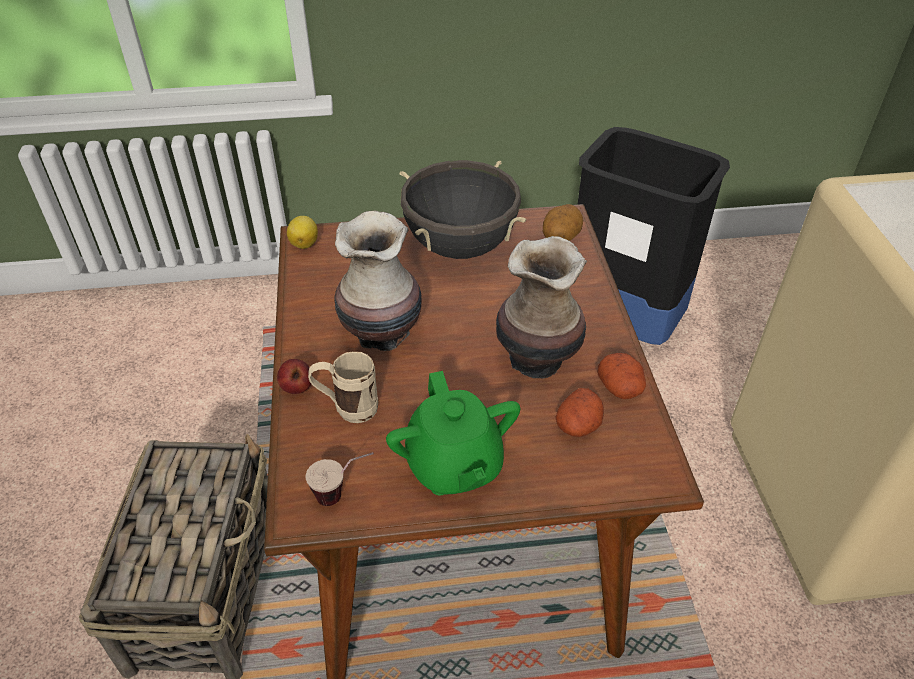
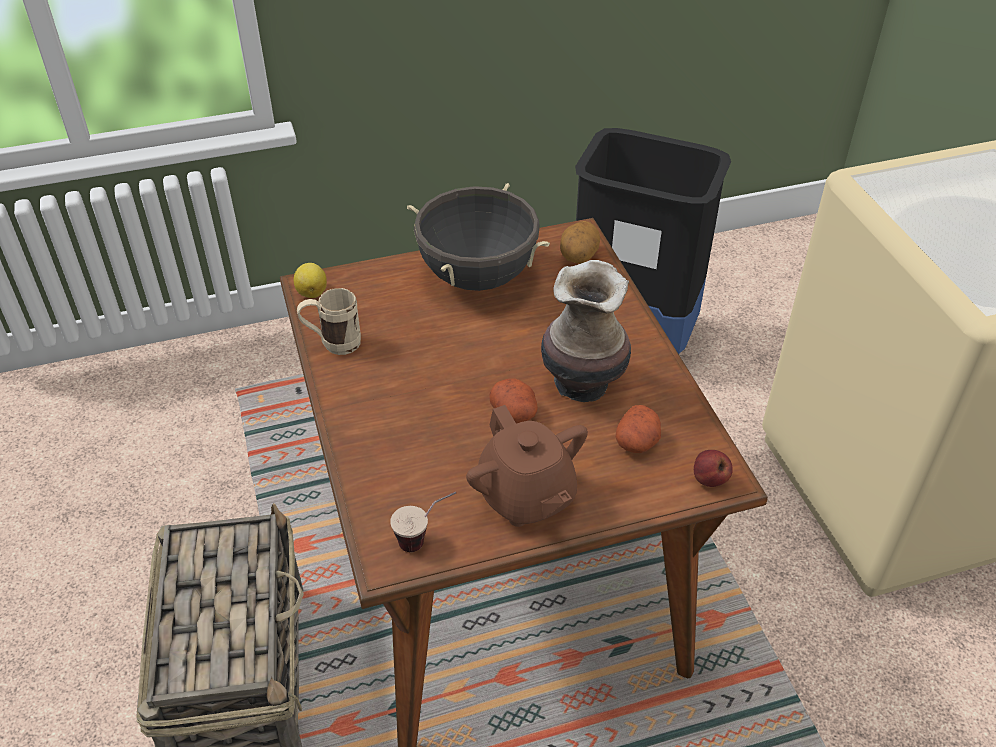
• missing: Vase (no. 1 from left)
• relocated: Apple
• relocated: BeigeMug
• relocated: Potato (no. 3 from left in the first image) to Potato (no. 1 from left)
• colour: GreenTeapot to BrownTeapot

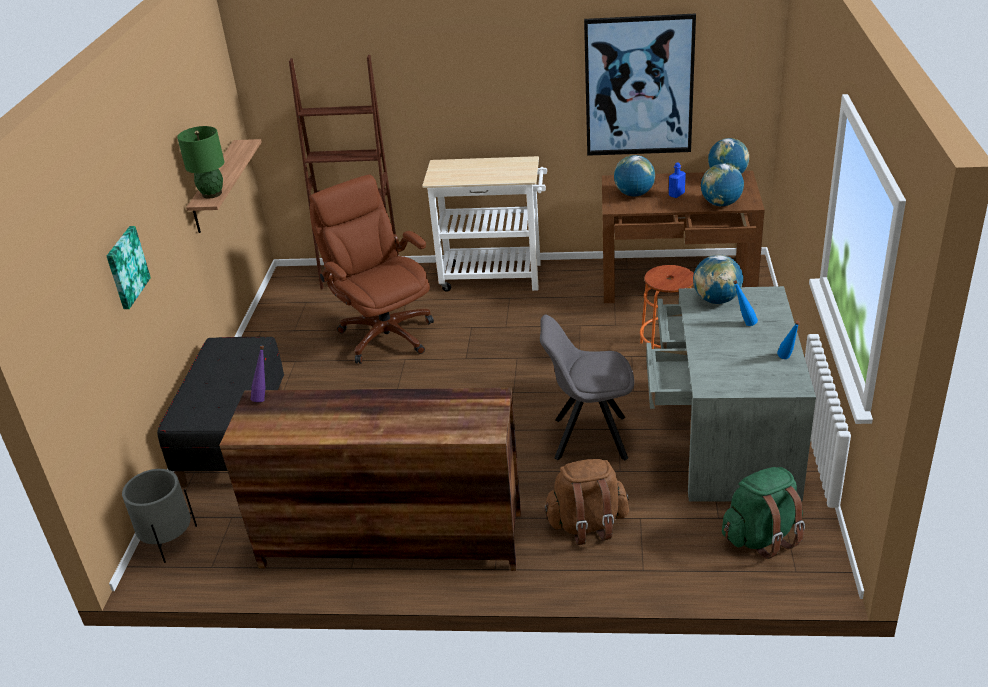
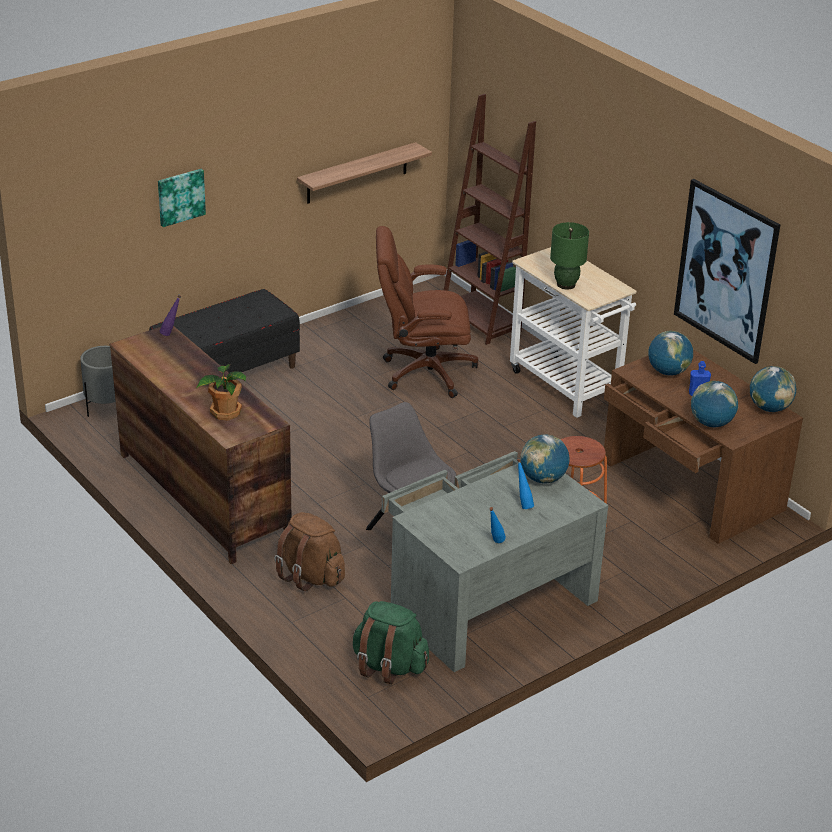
• appeared: PottedPlant
• relocated: GreenTableLamp
• spun: BrownOfficeChair 105 degrees counterclockwise

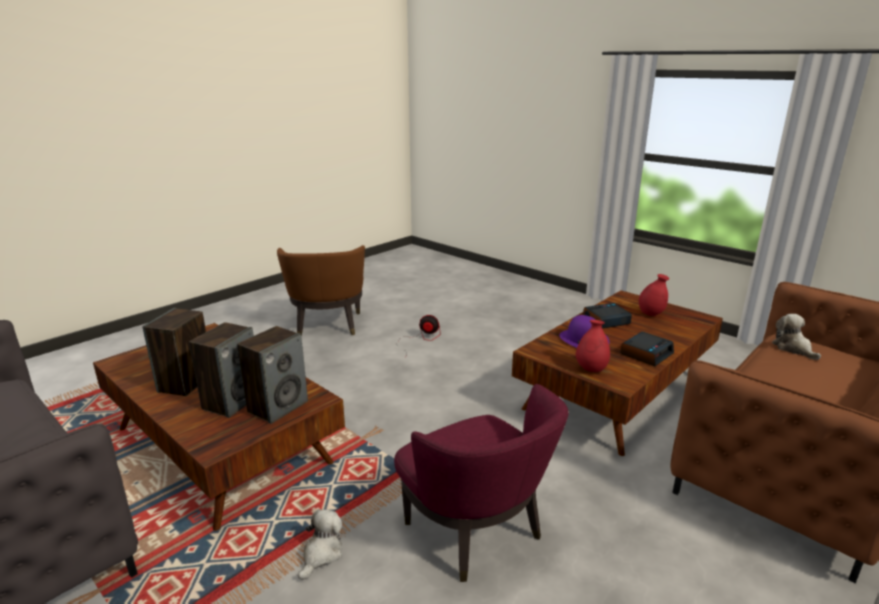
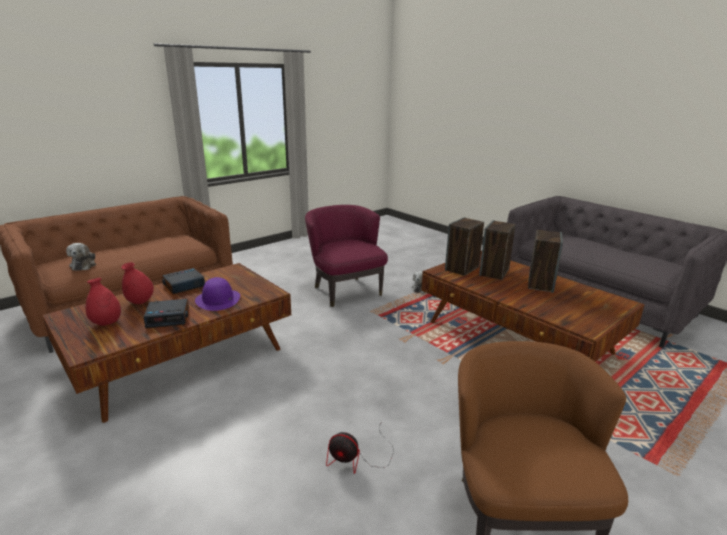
• relocated: RedVase (no. 1 from left in the first image) to RedVase (no. 2 from left)

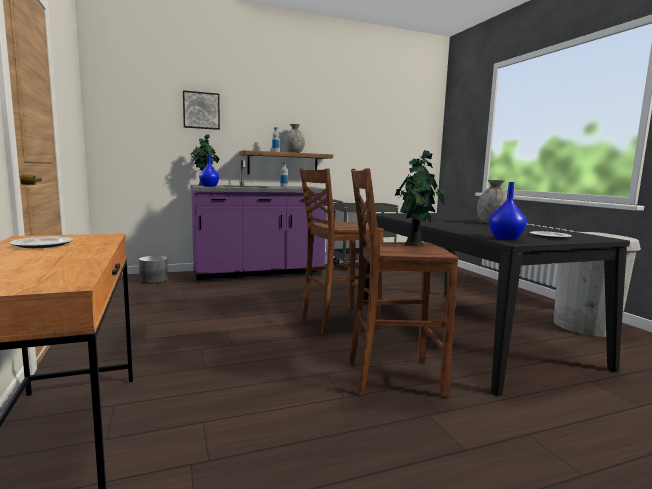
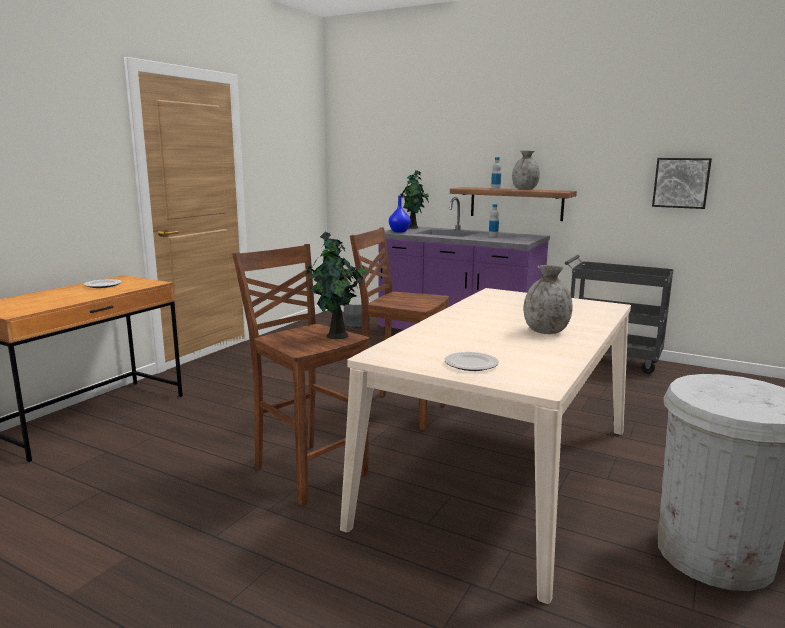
• missing: BlueVase (no. 2 from left)
• relocated: Picture
• colour: BlackDiningTable to BeigeDiningTable

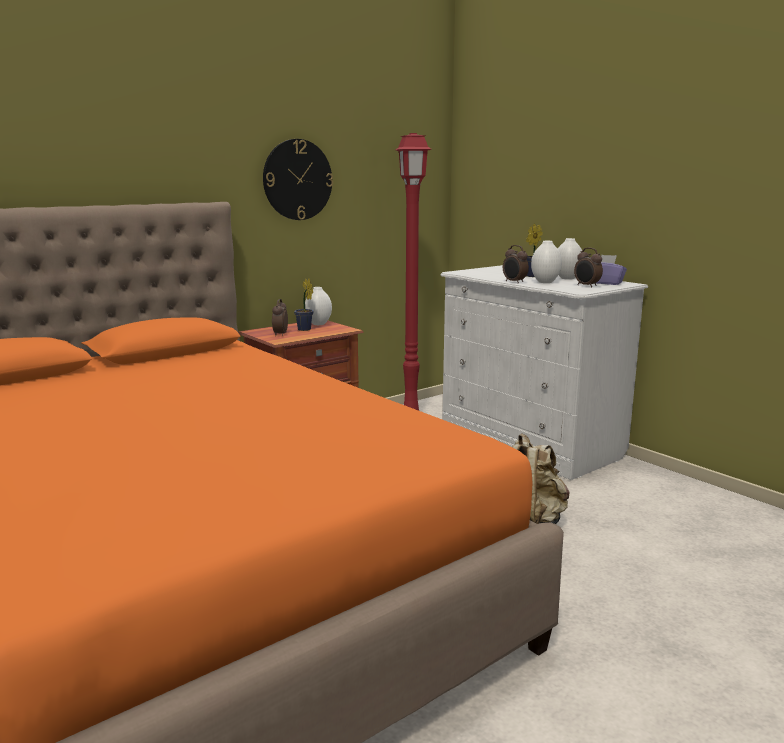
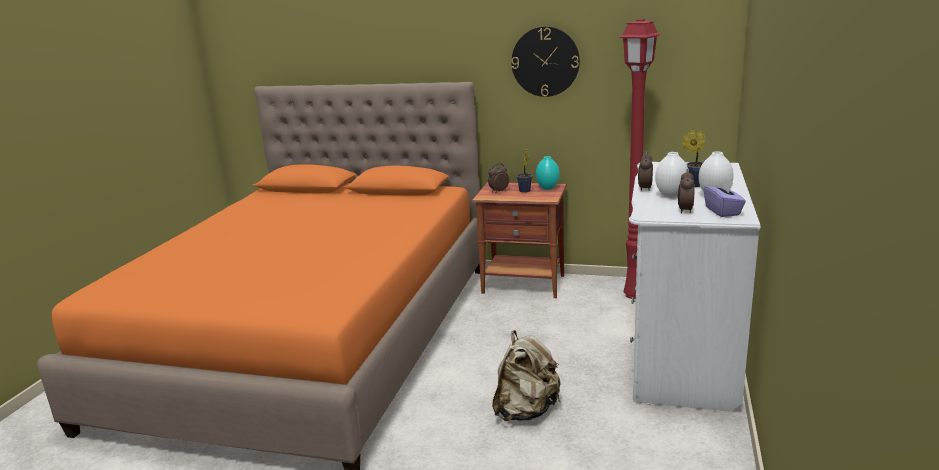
• colour: WhiteVase (no. 1 from left) to TurquoiseVase

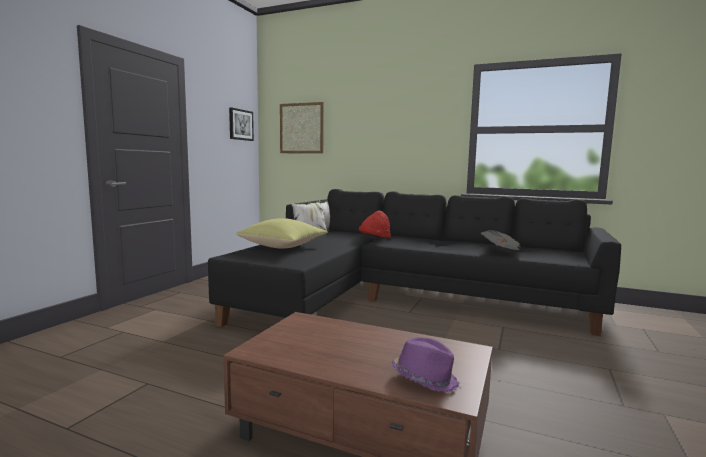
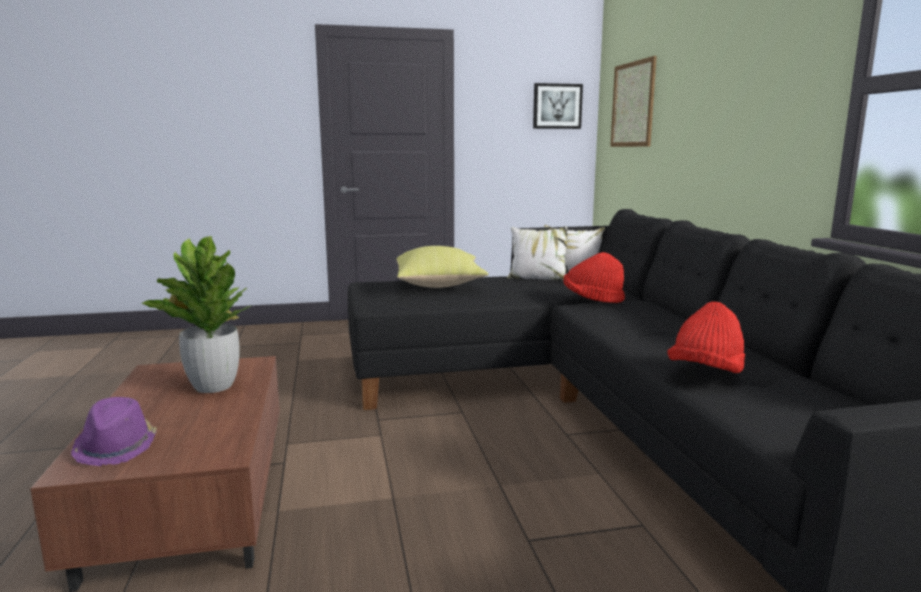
• appeared: PottedPlant
• exchanged: Newspaper to RedHat (no. 2 from left)

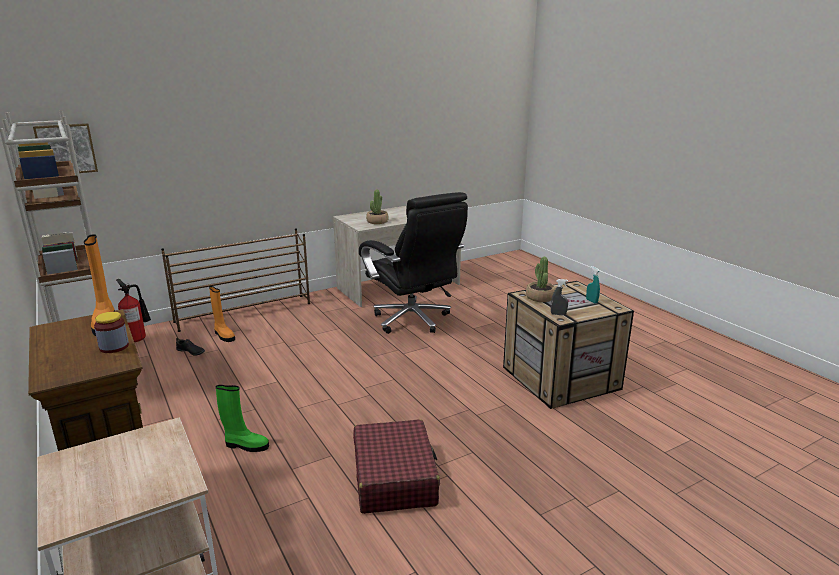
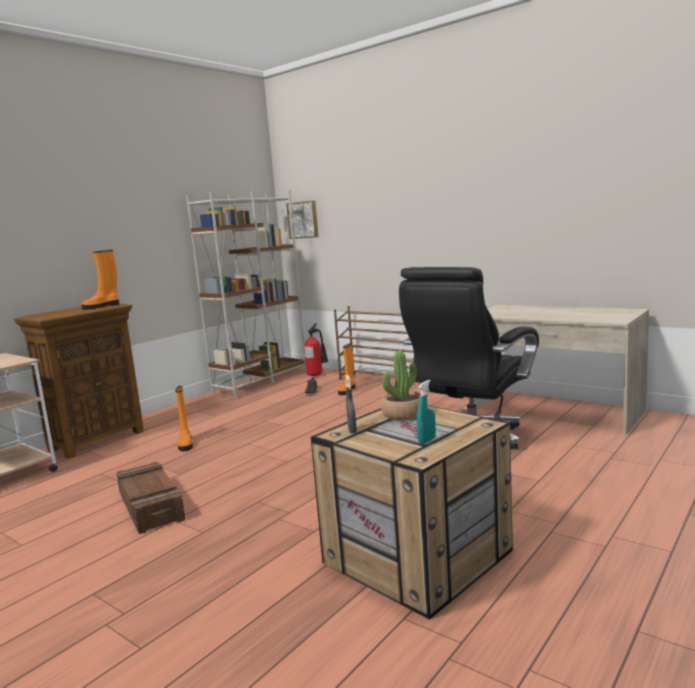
• missing: Jar
• missing: PottedPlant (no. 1 from left)
• exchanged: RedSuitcase to Crate (no. 1 from left)
• colour: GreenBoot to OrangeBoot (no. 2 from left)

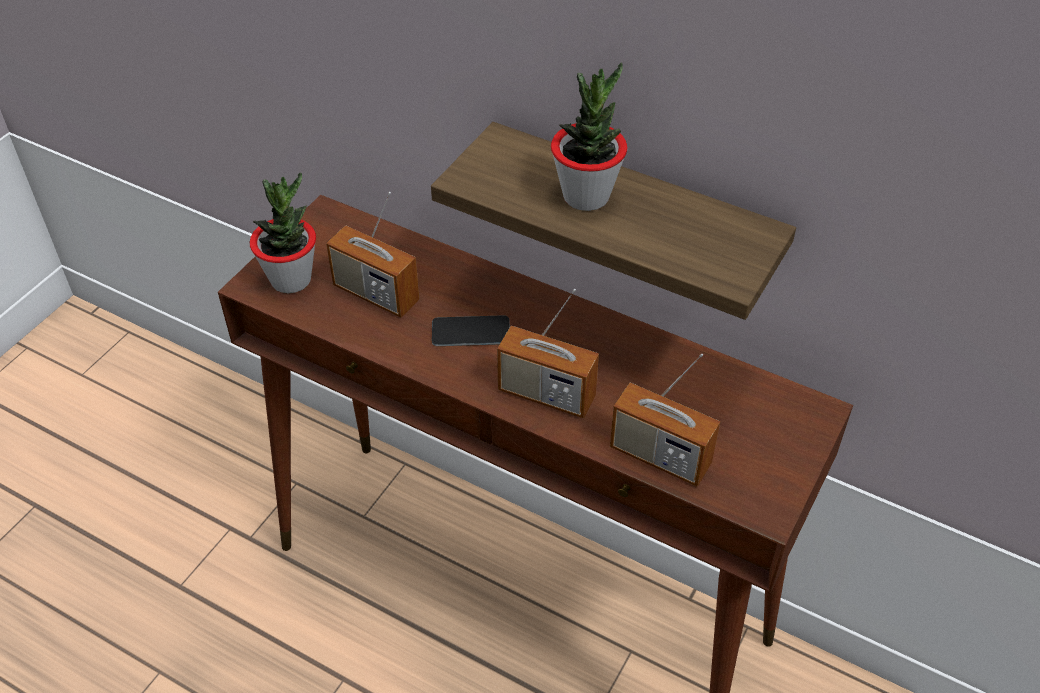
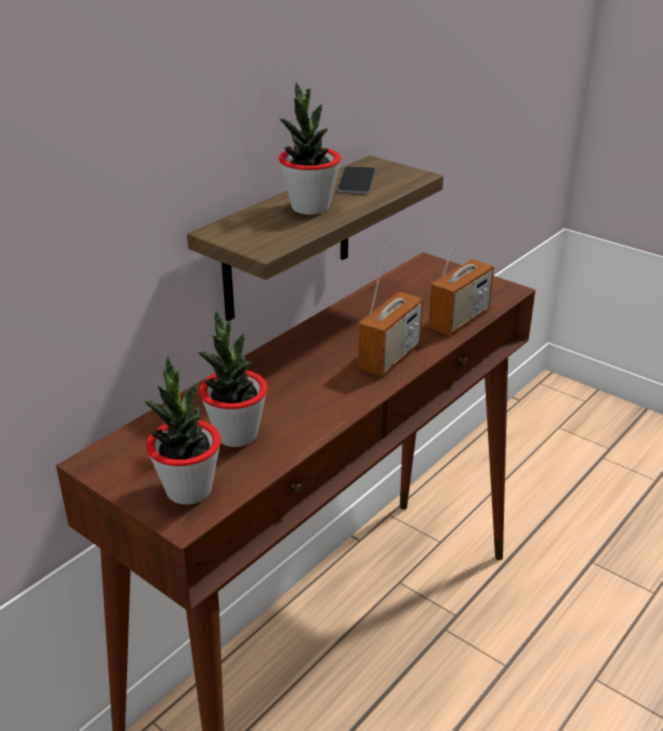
• relocated: Phone
• exchanged: Radio (no. 1 from left) to PottedPlant (no. 2 from left)

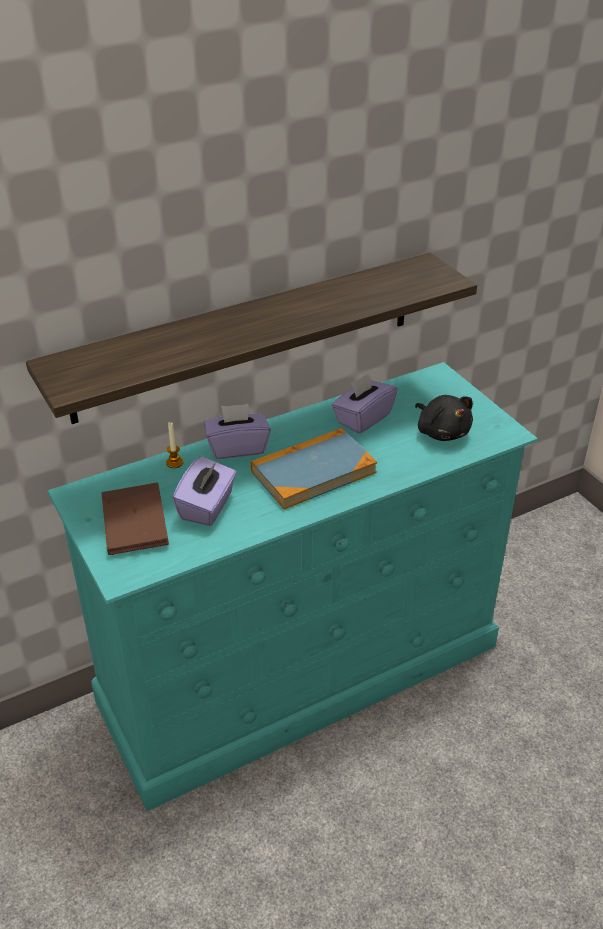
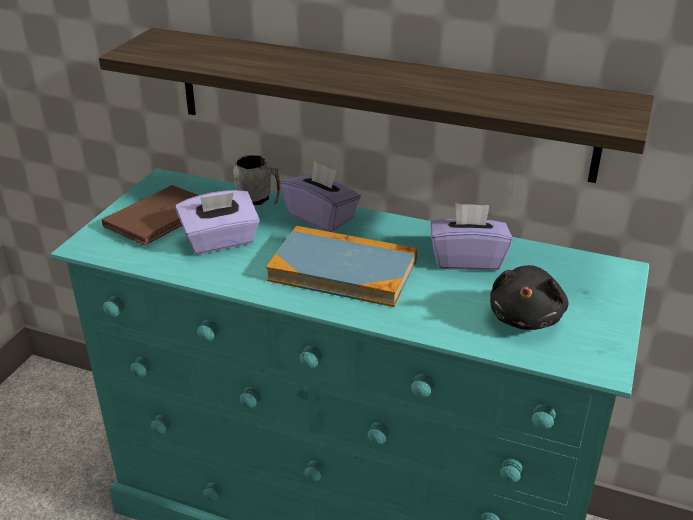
• exchanged: Candle to GreyMug

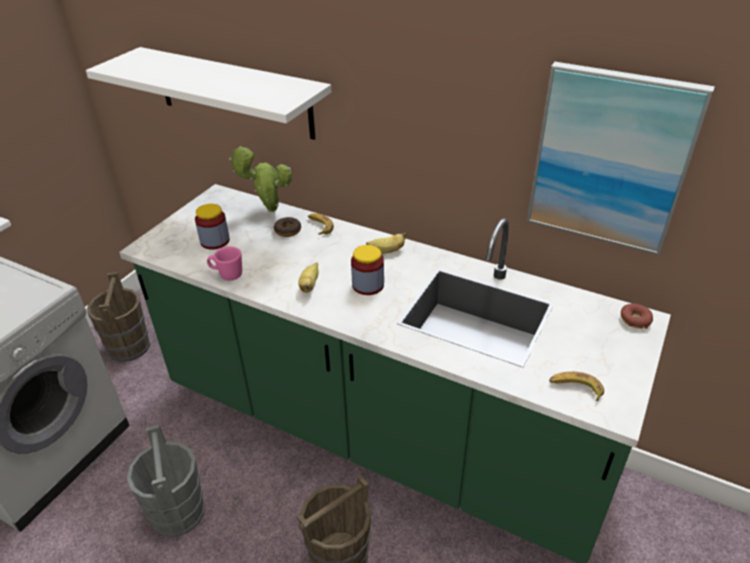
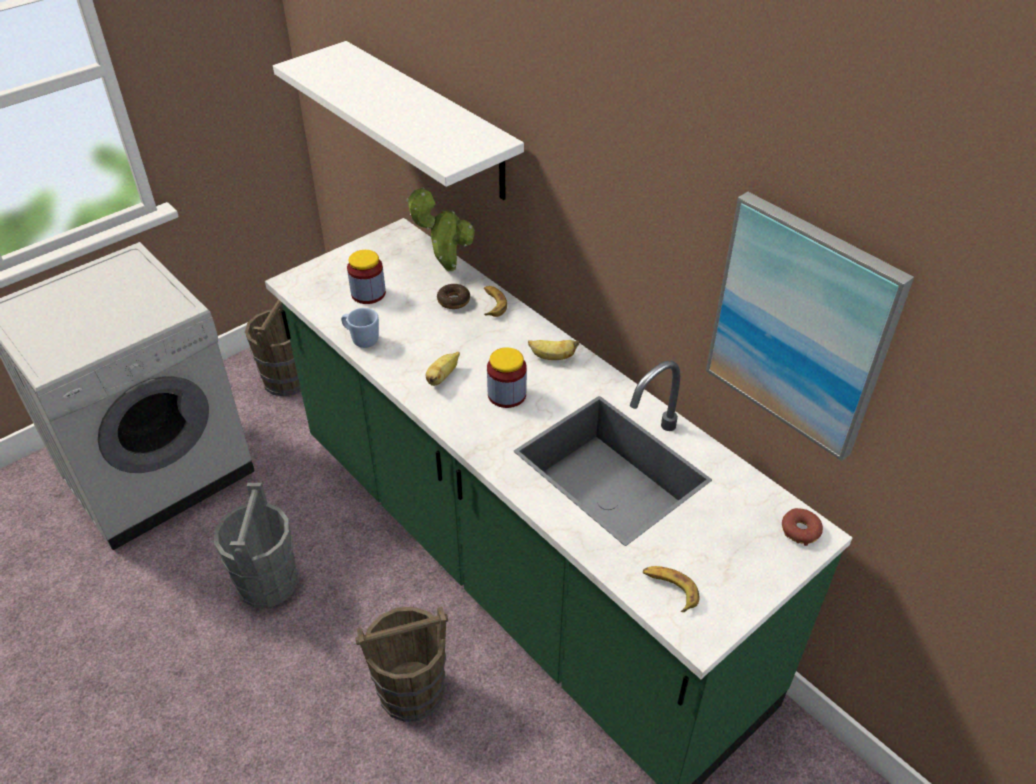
• colour: PinkMug to BlueMug

